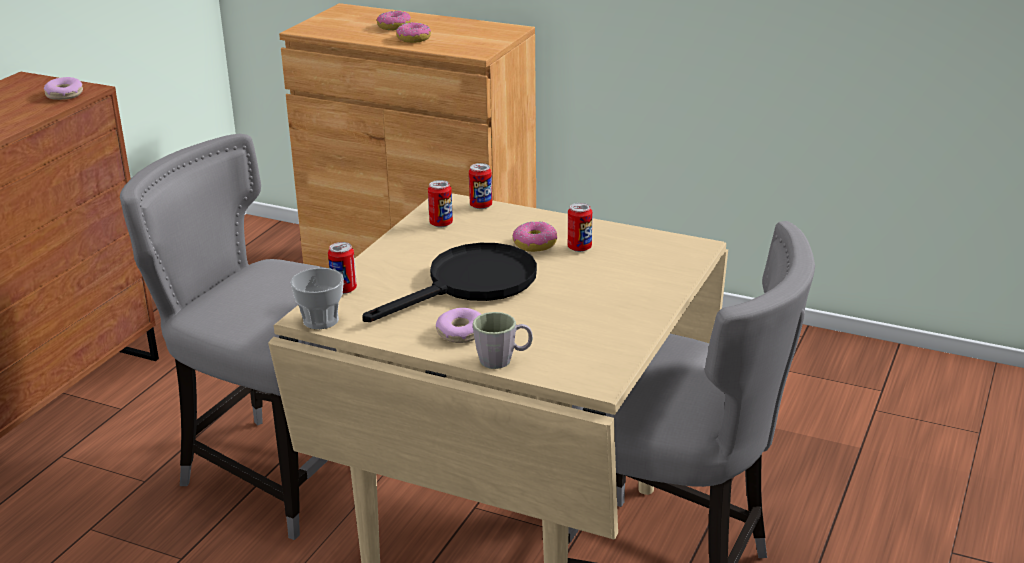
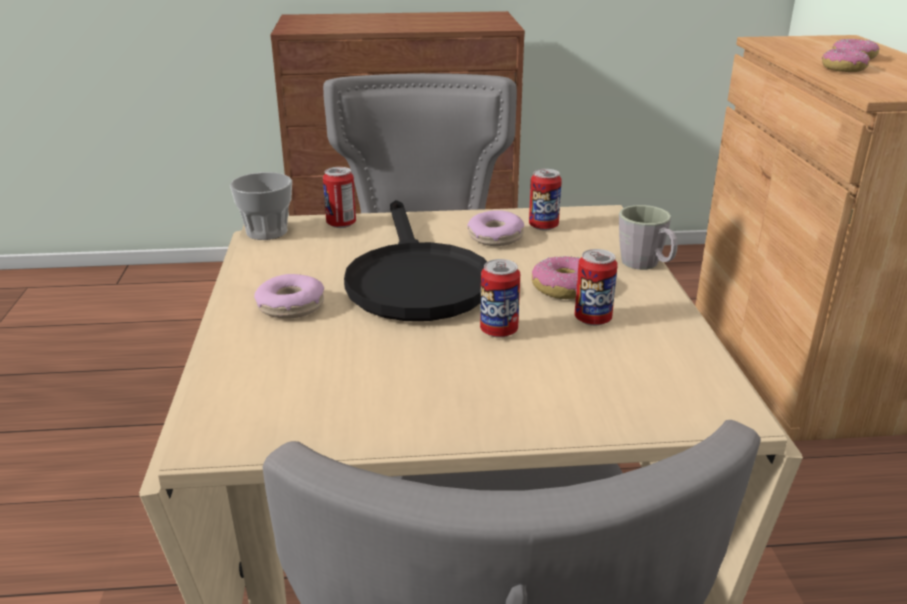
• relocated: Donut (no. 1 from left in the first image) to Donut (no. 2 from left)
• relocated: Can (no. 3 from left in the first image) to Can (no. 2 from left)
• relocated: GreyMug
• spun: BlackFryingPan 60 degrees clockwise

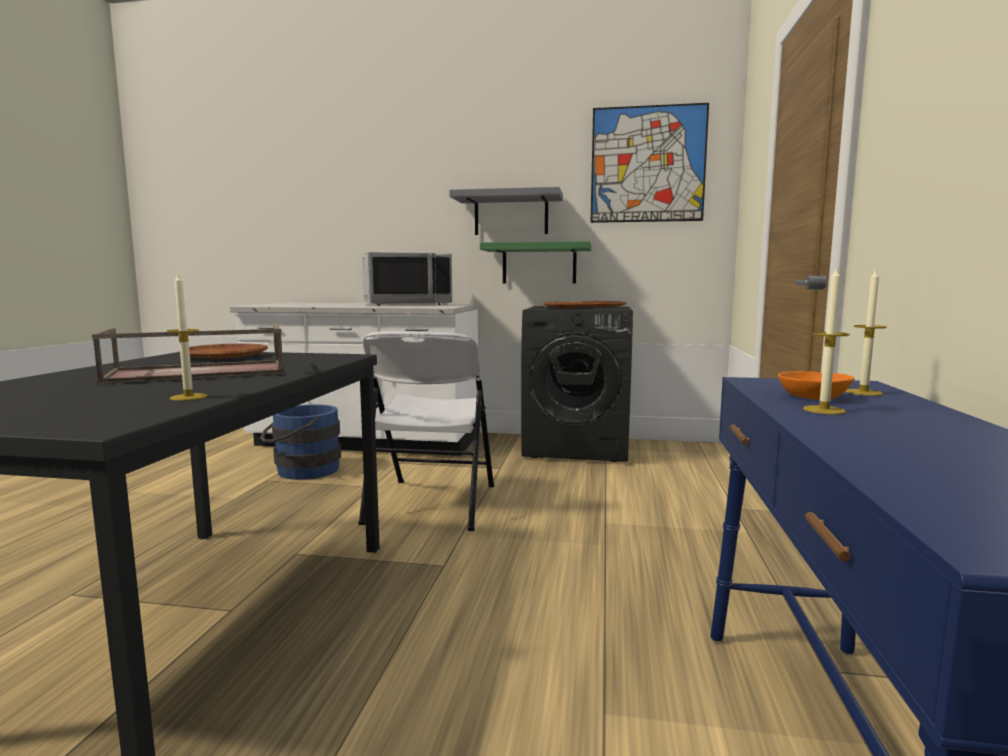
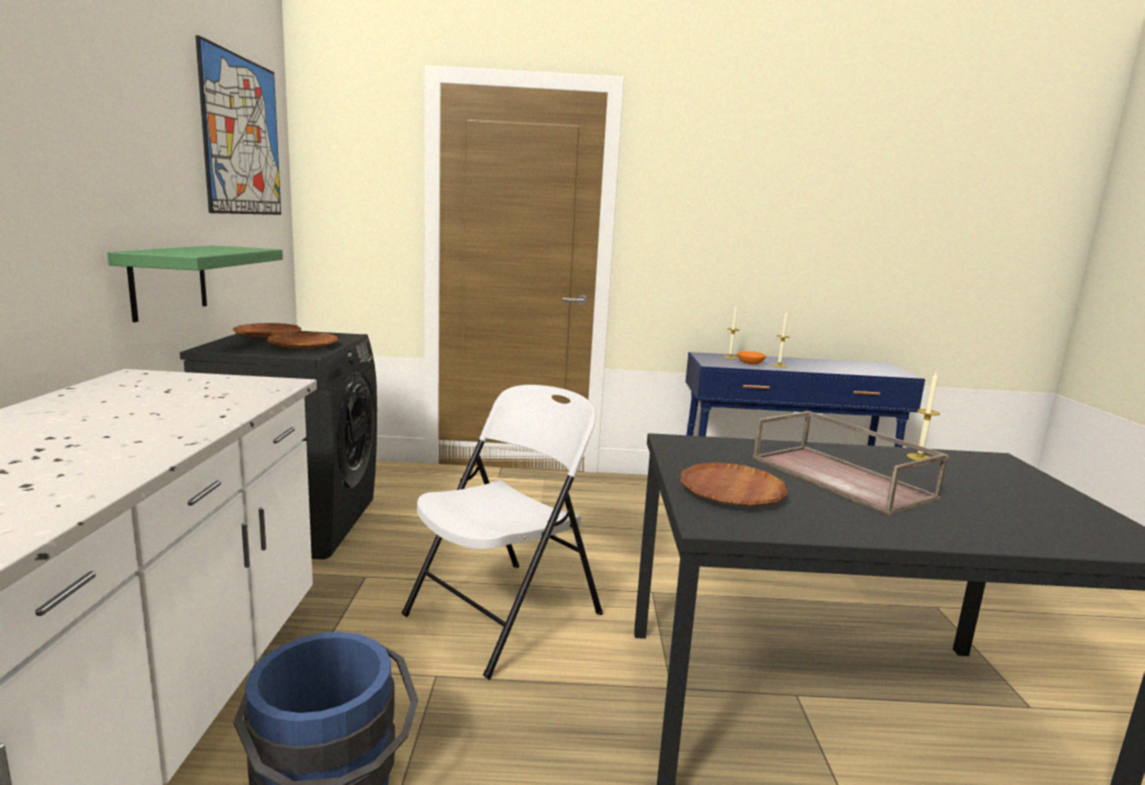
• missing: GreyMicrowave
• missing: GreyShelf
• spun: WhiteChair 45 degrees counterclockwise

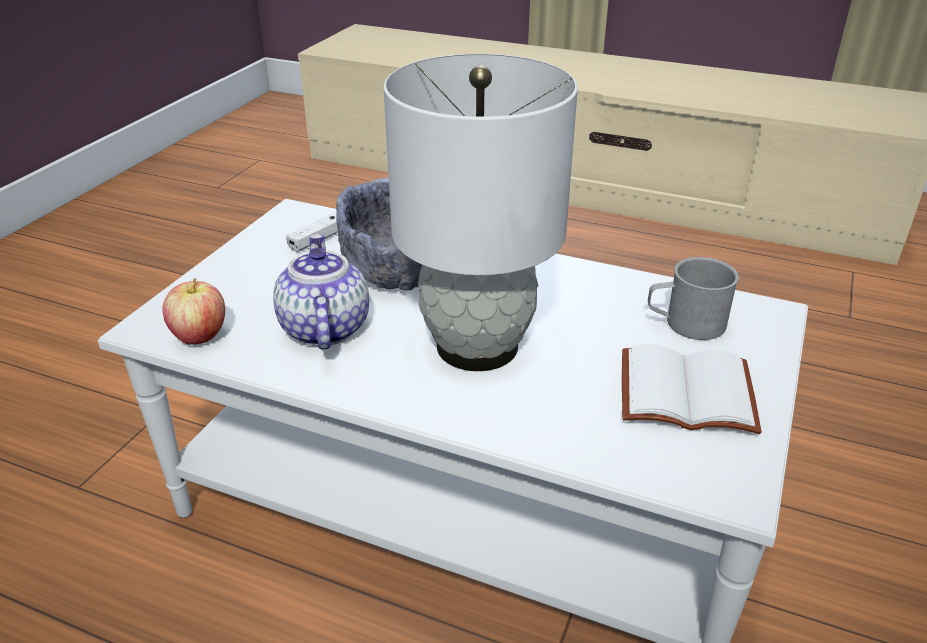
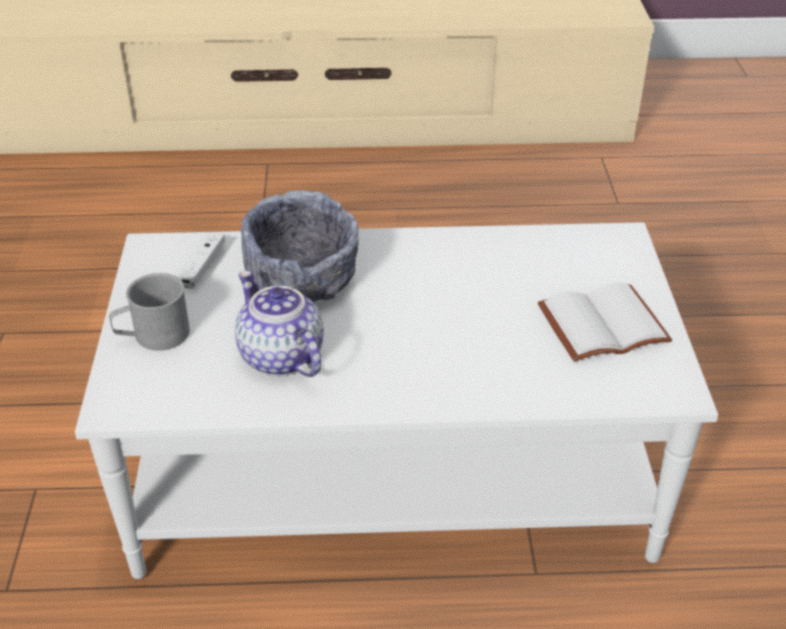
• missing: Apple
• missing: WhiteTableLamp
• relocated: GreyMug

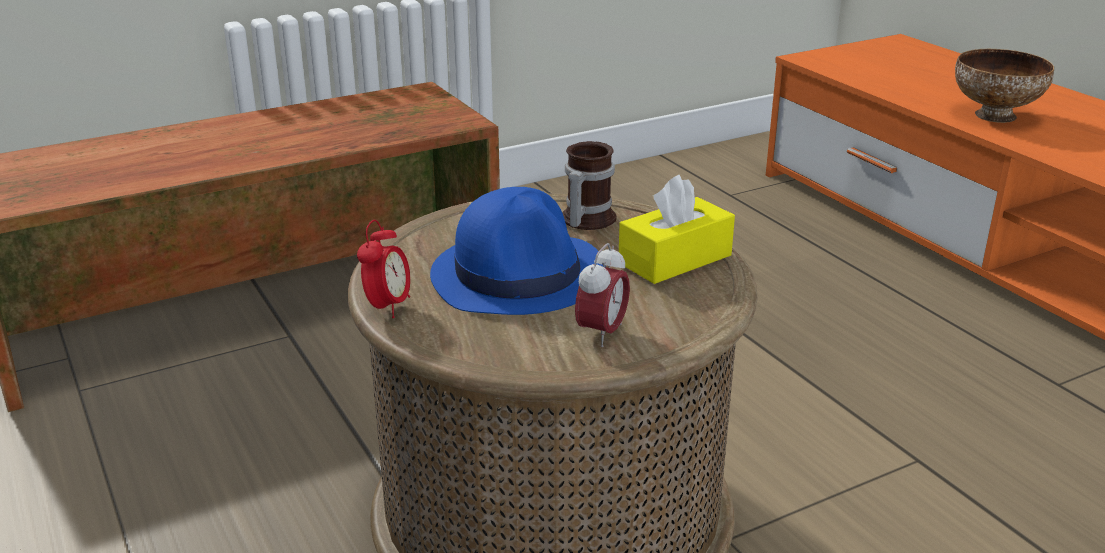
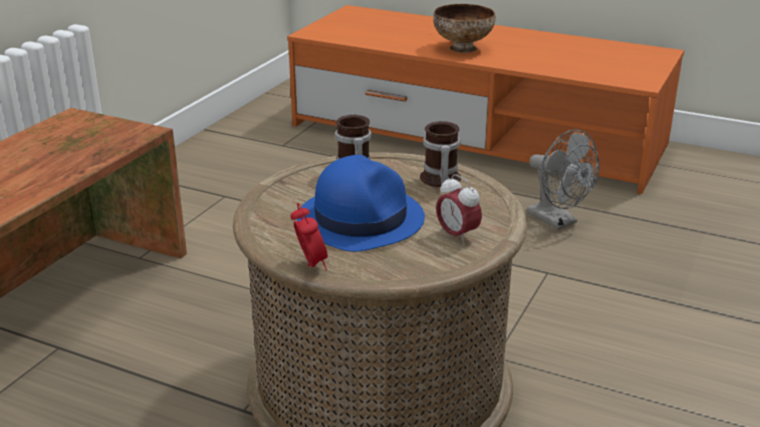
• appeared: GreyFan
• exchanged: YellowTissueBox to Mug (no. 2 from left)
• spun: AlarmClock (no. 2 from left) 150 degrees clockwise

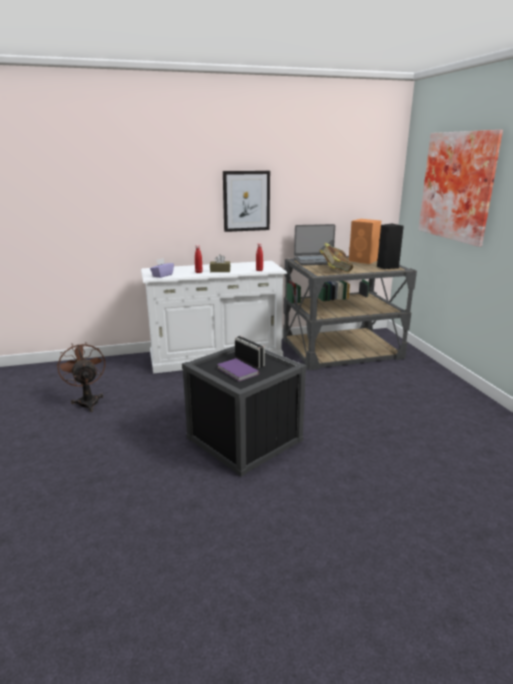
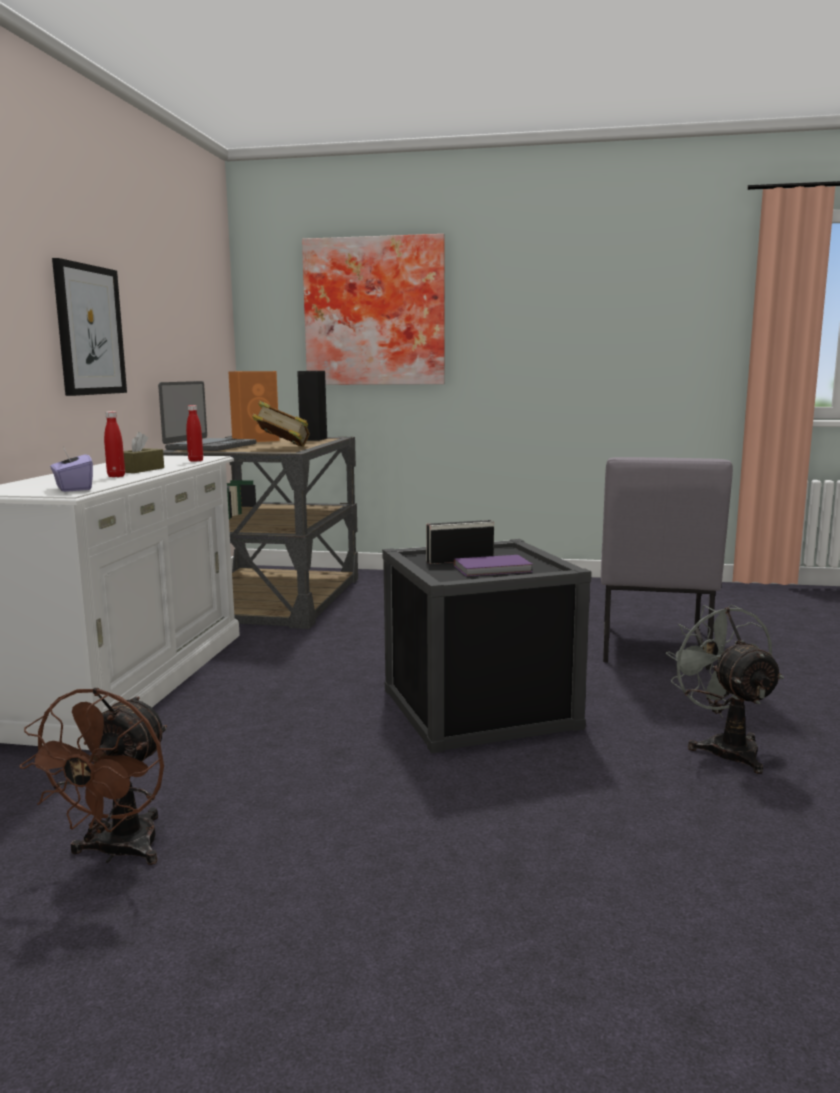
• appeared: GreyChair
• appeared: GreyFan
• spun: BrownFan 75 degrees counterclockwise

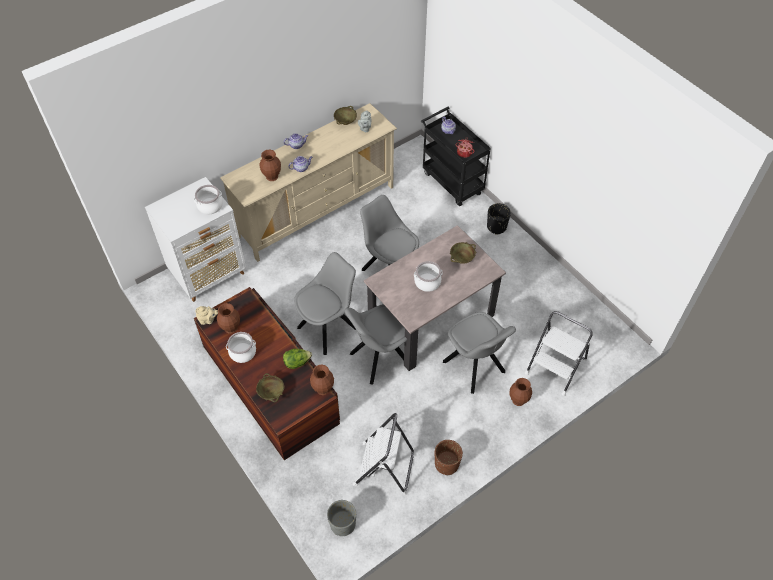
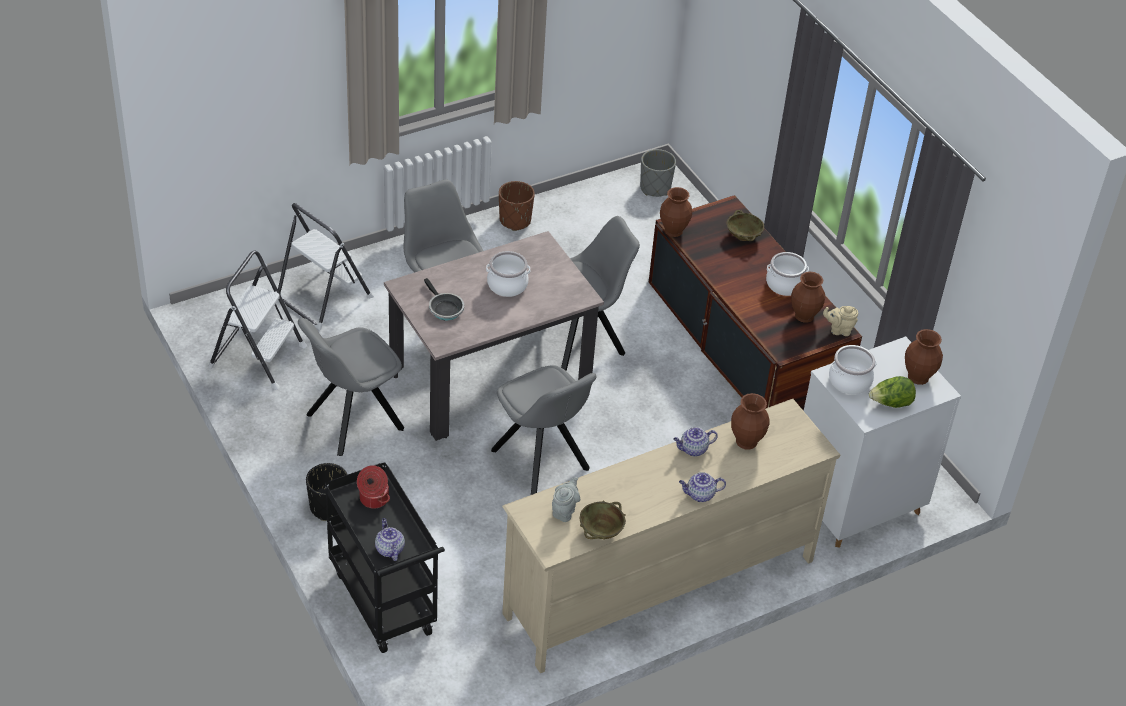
• relocated: Lettuce
• relocated: GreyChair (no. 1 from left)
• relocated: WhiteStepLadder (no. 1 from left)
• relocated: BrownVase (no. 4 from left)
• exchanged: BeigeBowl (no. 3 from left) to FryingPan

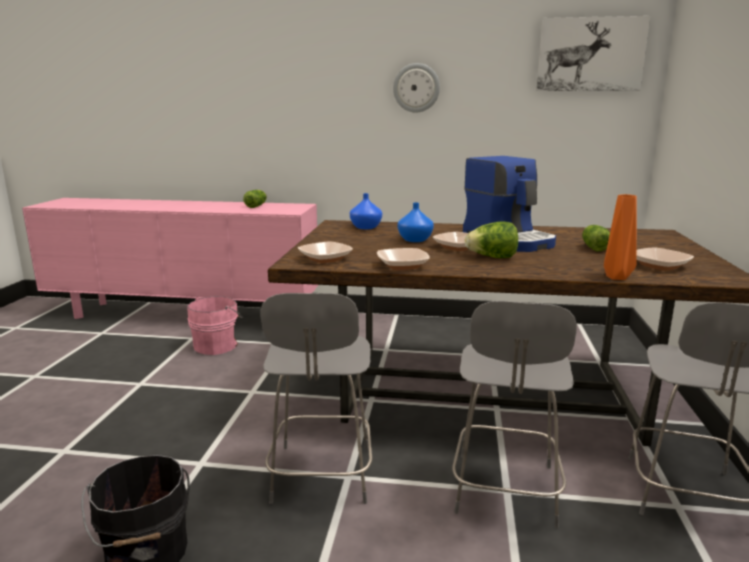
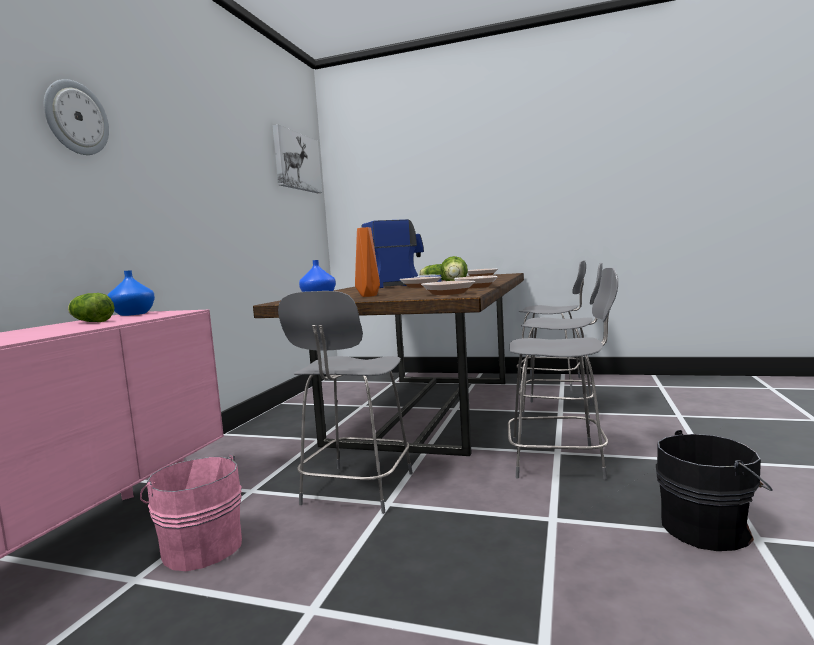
• appeared: GreyChair (no. 1 from left)
• relocated: WallClock
• relocated: BlueVase (no. 2 from left in the first image) to BlueVase (no. 1 from left)
• relocated: OrangeVase

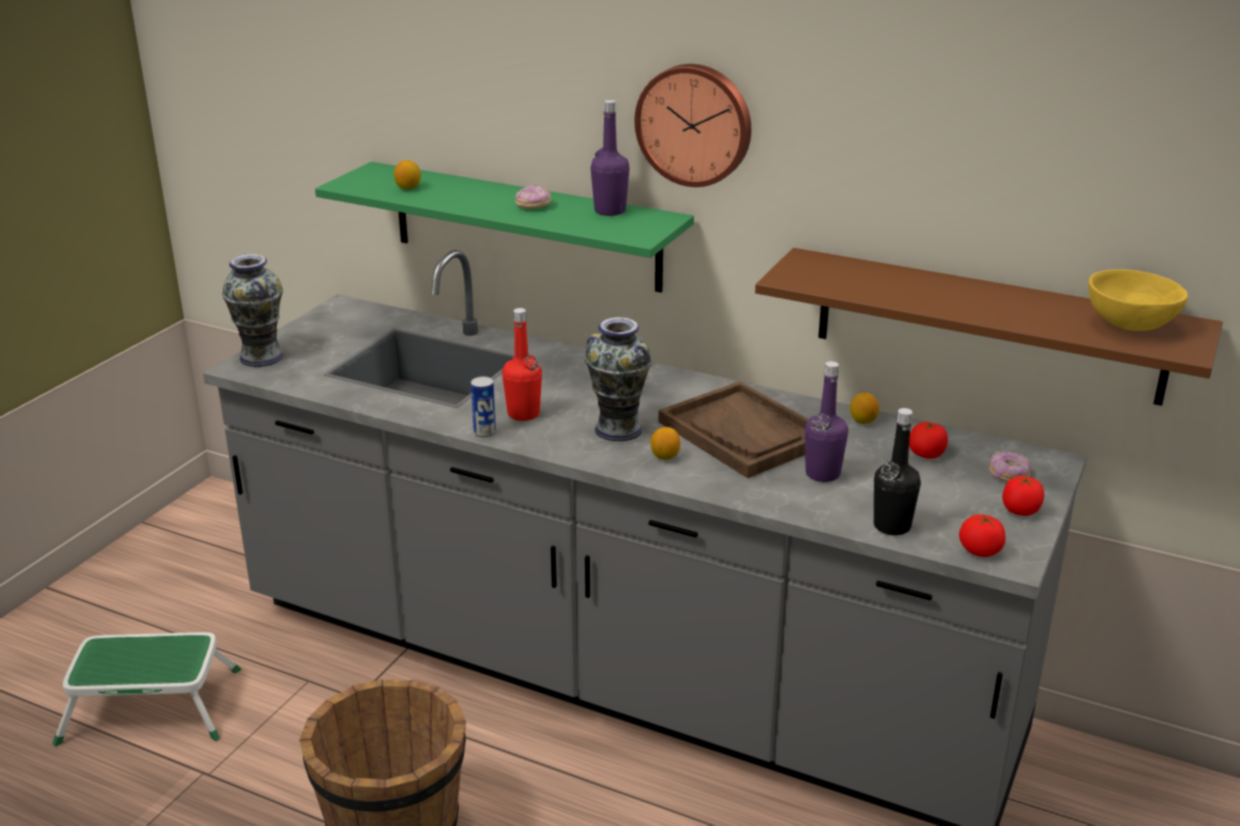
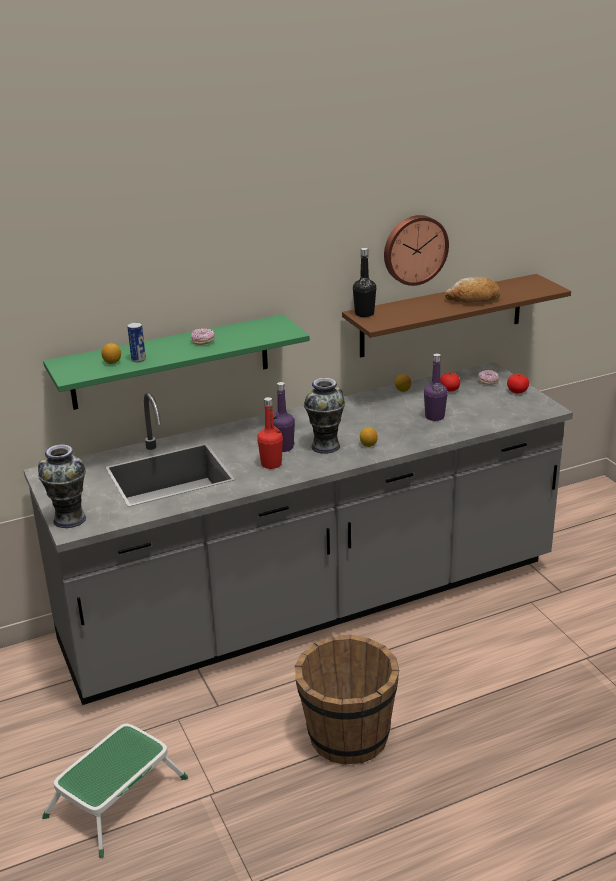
• missing: BrownTray
• missing: Tomato (no. 2 from left)
• missing: YellowBowl
• appeared: Bread
• relocated: Can
• relocated: PurpleBottle (no. 1 from left)
• relocated: WallClock
• relocated: BlackBottle

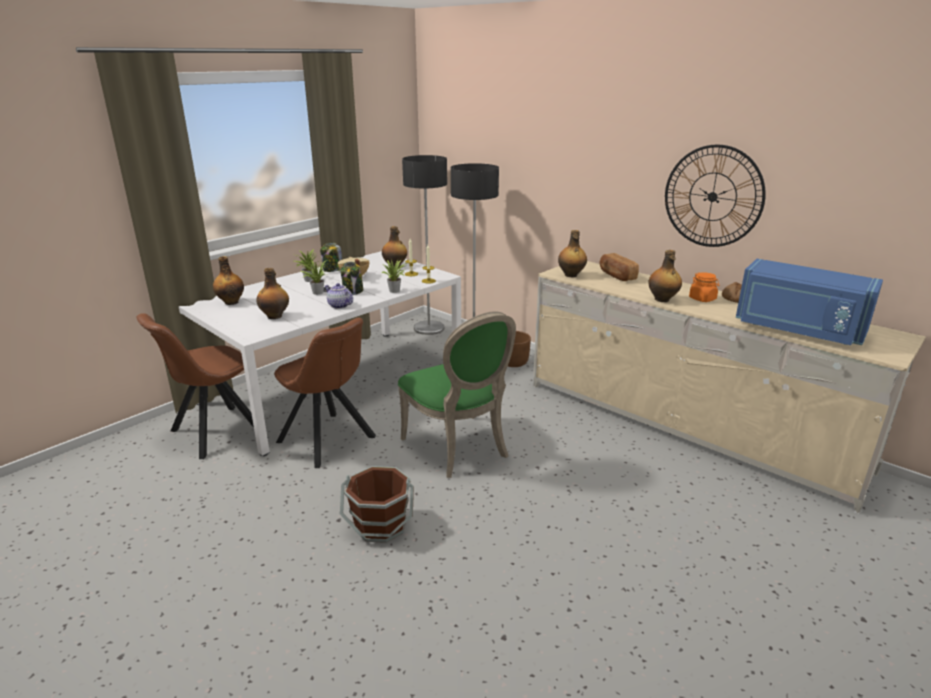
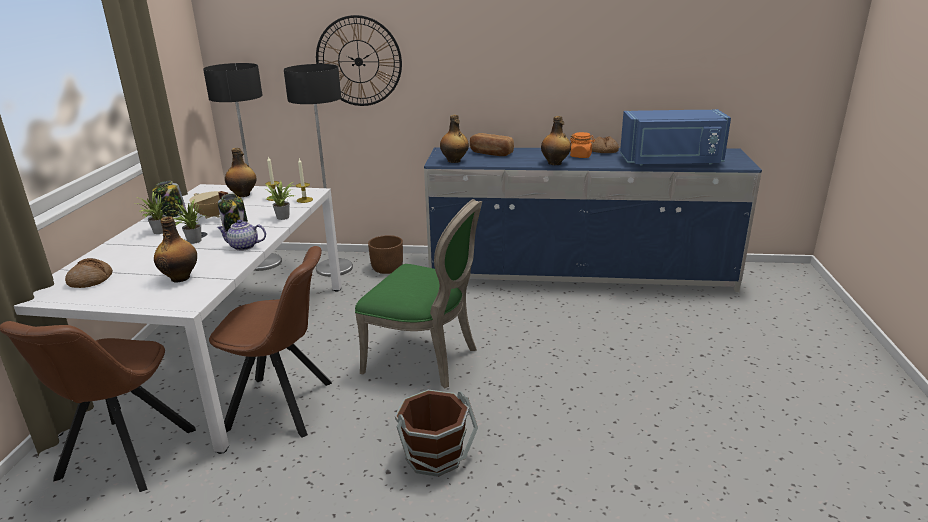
• relocated: WallClock
• exchanged: Bottle (no. 1 from left) to Bread (no. 1 from left)
• colour: BeigeCabinet to BlueCabinet

